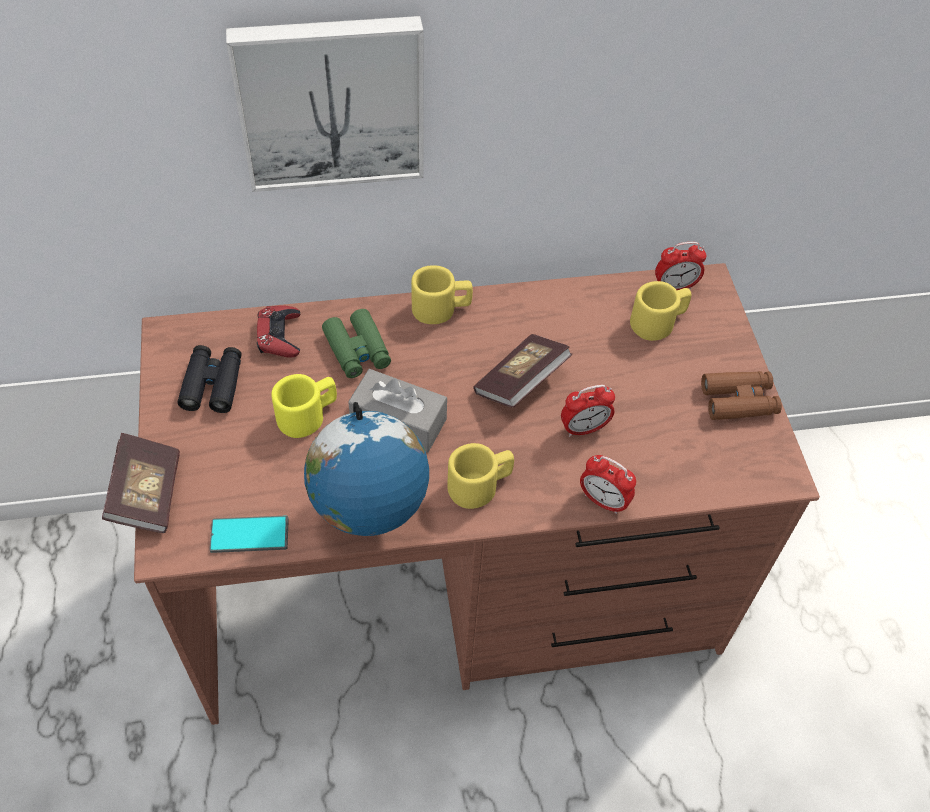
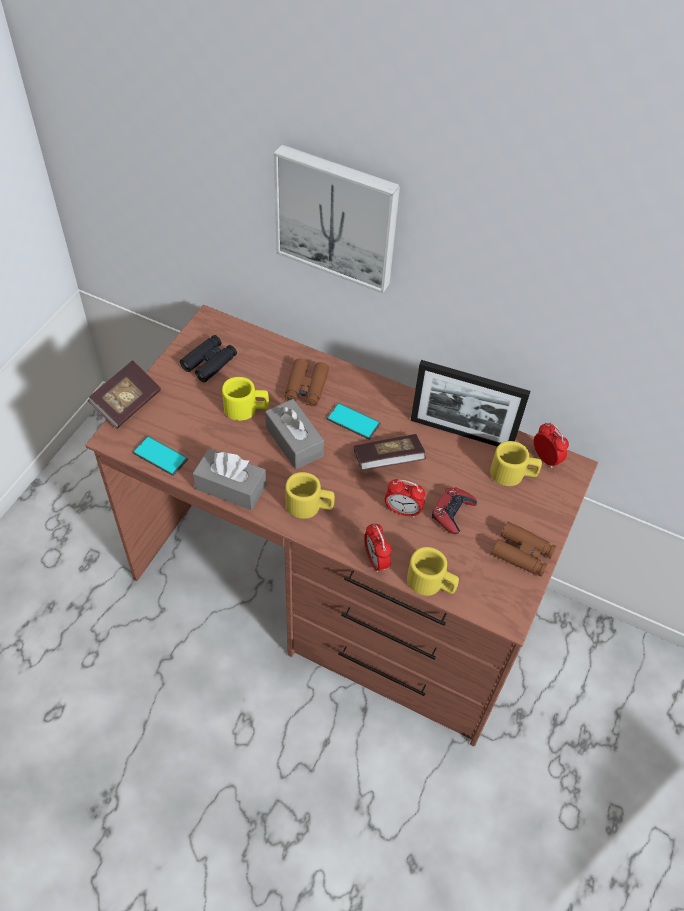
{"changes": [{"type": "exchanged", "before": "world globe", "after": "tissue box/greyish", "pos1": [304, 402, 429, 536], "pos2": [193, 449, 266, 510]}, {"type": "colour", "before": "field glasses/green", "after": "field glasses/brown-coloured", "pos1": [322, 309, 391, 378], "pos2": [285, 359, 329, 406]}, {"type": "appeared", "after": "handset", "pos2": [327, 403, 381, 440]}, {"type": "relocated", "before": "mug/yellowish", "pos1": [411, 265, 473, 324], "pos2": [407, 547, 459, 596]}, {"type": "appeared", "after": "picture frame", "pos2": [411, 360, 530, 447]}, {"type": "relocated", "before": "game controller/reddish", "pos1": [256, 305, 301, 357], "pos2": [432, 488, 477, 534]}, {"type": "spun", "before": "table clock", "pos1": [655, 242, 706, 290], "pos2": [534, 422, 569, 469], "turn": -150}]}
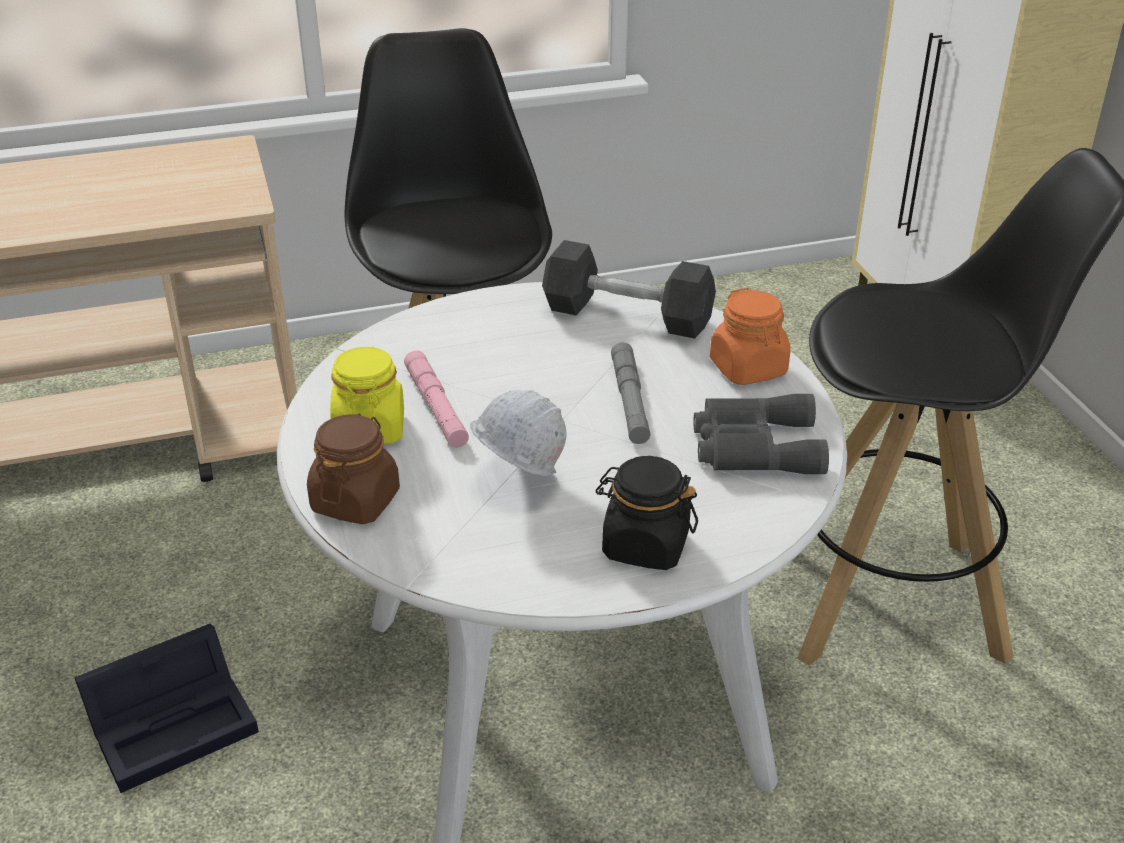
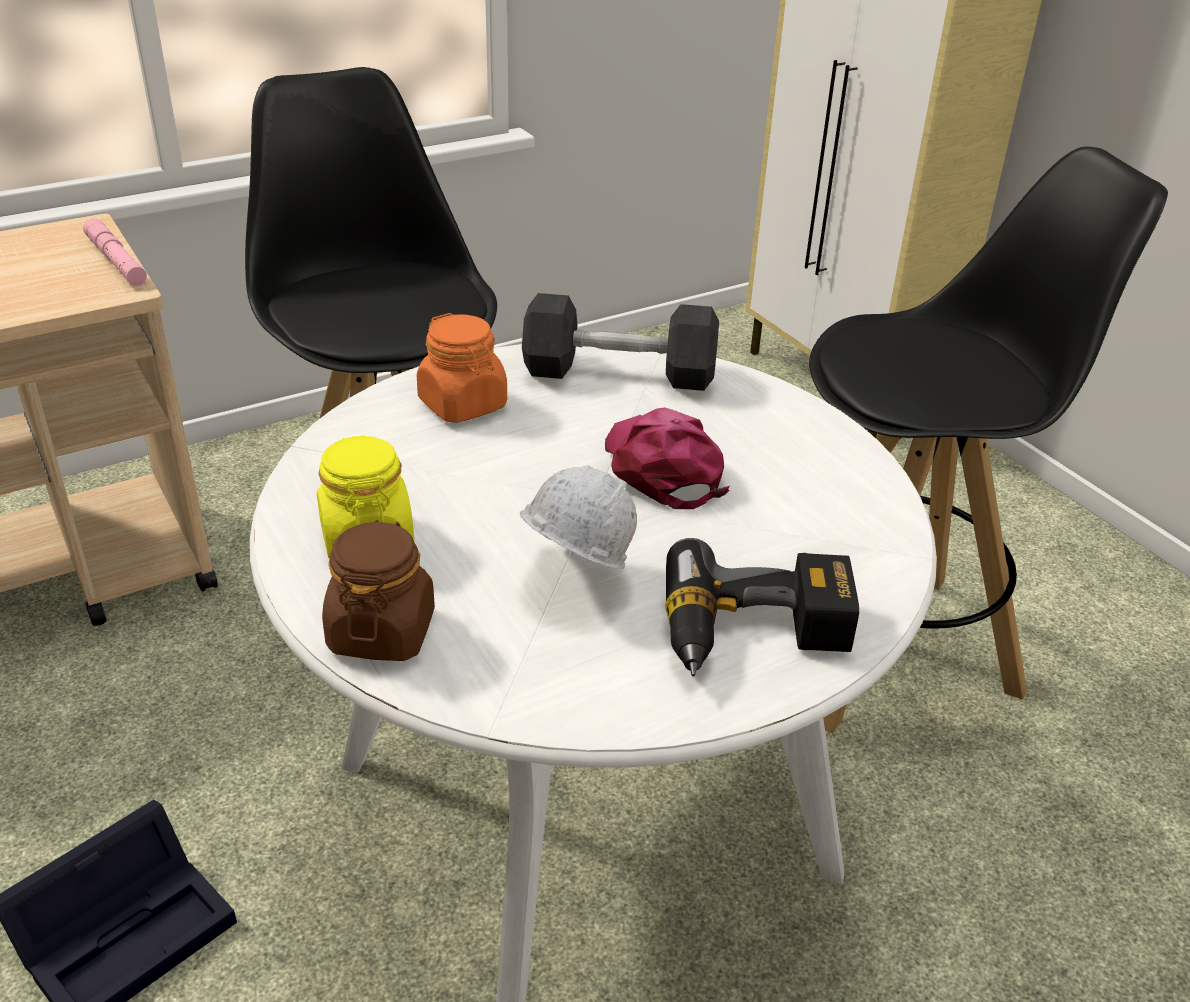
{"changes": [{"type": "relocated", "before": "flashlight/pink", "pos1": [404, 350, 469, 448], "pos2": [83, 218, 147, 286]}, {"type": "relocated", "before": "preserve jar/orange", "pos1": [710, 288, 790, 385], "pos2": [417, 313, 507, 423]}, {"type": "exchanged", "before": "flashlight/greyish", "after": "baseball cap/pink", "pos1": [611, 343, 650, 444], "pos2": [605, 408, 730, 509]}, {"type": "exchanged", "before": "preserve jar/black-coloured", "after": "drill", "pos1": [595, 456, 698, 570], "pos2": [665, 538, 859, 676]}, {"type": "missing", "before": "field glasses/greyish", "pos1": [694, 394, 829, 474]}]}
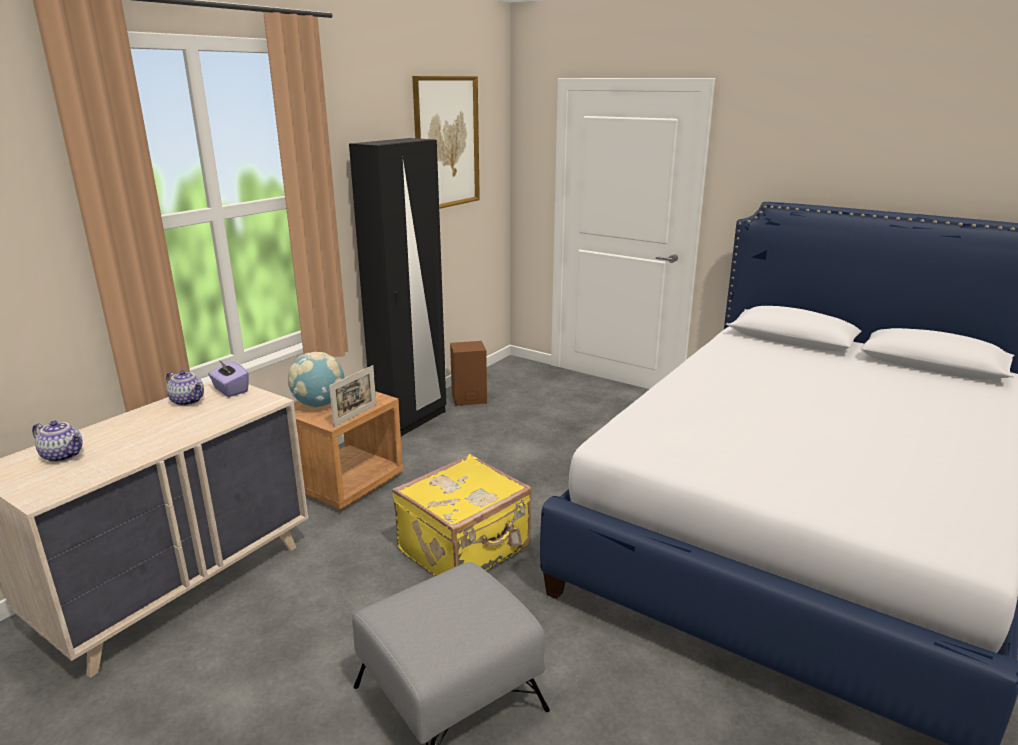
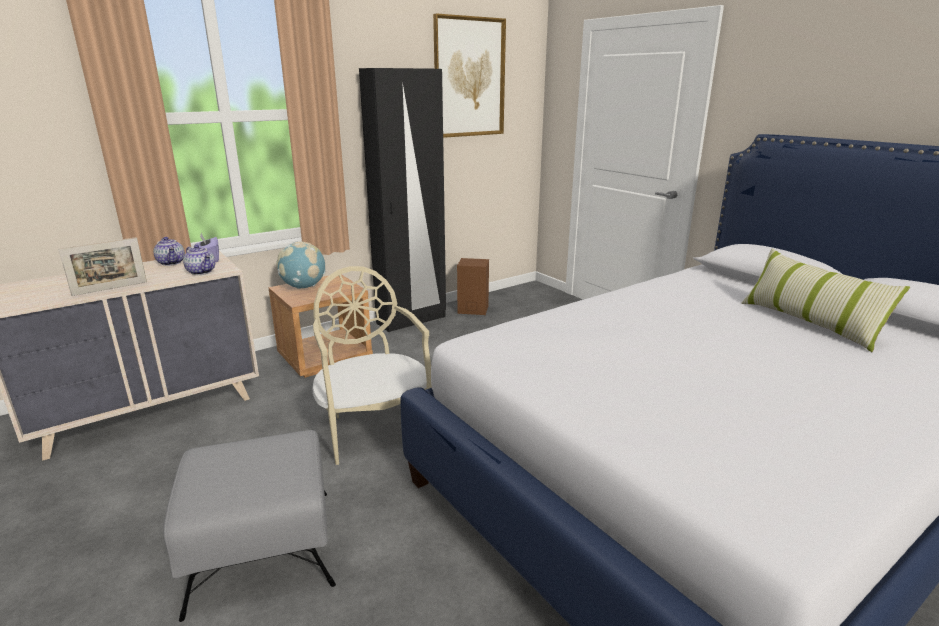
{"changes": [{"type": "relocated", "before": "picture frame", "pos1": [329, 365, 376, 427], "pos2": [58, 237, 147, 296]}, {"type": "relocated", "before": "pot for tea", "pos1": [32, 421, 83, 462], "pos2": [183, 245, 215, 275]}, {"type": "exchanged", "before": "piece of luggage/yellowish", "after": "upright chair/sand-coloured", "pos1": [392, 454, 532, 576], "pos2": [313, 266, 432, 465]}, {"type": "appeared", "after": "pillow", "pos2": [741, 248, 910, 352]}]}
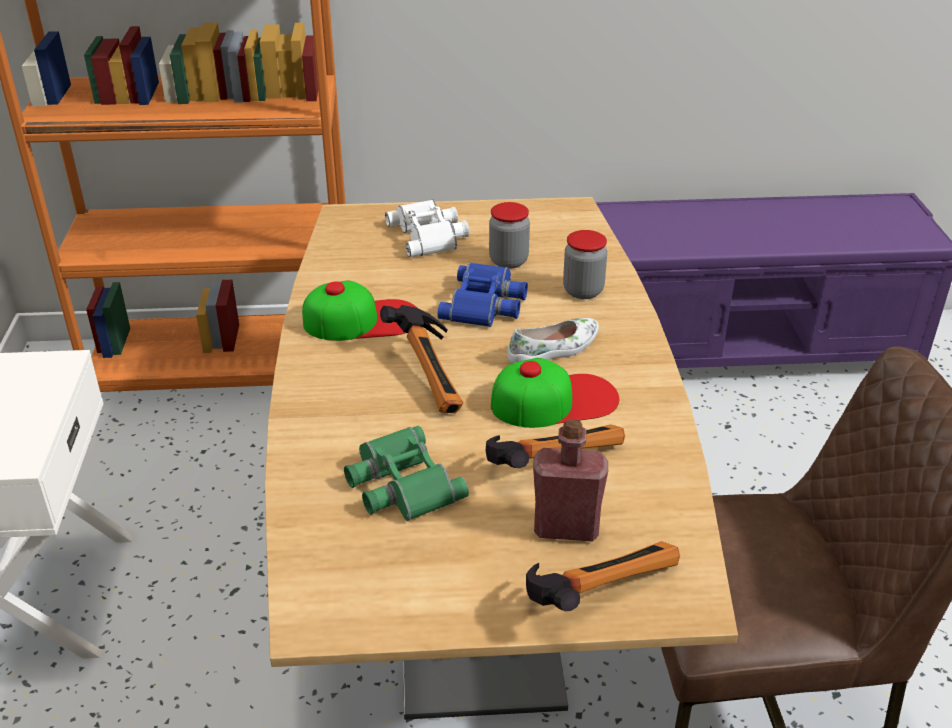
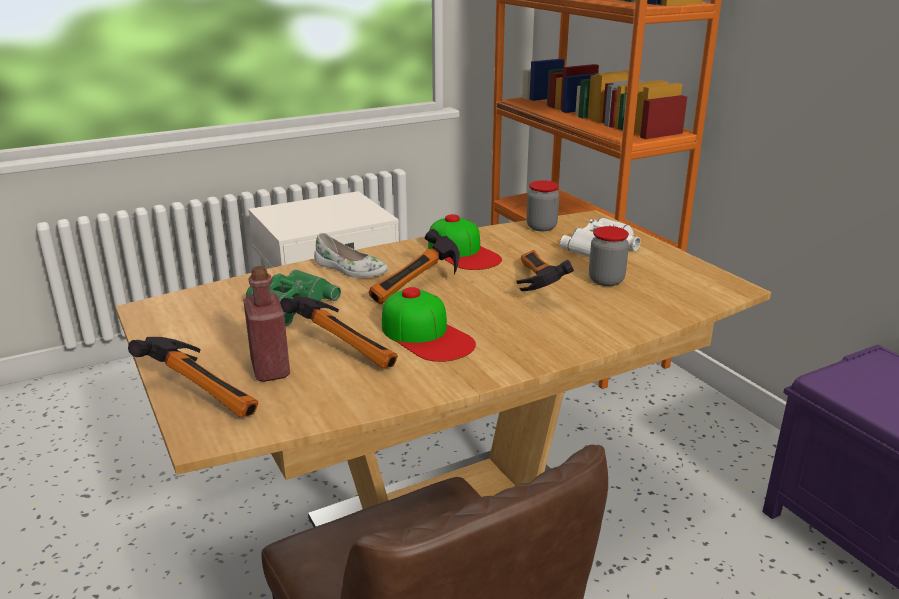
{"changes": [{"type": "relocated", "before": "item of footwear/whitish", "pos1": [507, 318, 599, 363], "pos2": [314, 233, 388, 278]}, {"type": "exchanged", "before": "field glasses/blue", "after": "tool hammer", "pos1": [437, 262, 528, 327], "pos2": [517, 250, 574, 291]}, {"type": "relocated", "before": "preserve jar", "pos1": [563, 230, 607, 299], "pos2": [527, 180, 559, 231]}]}
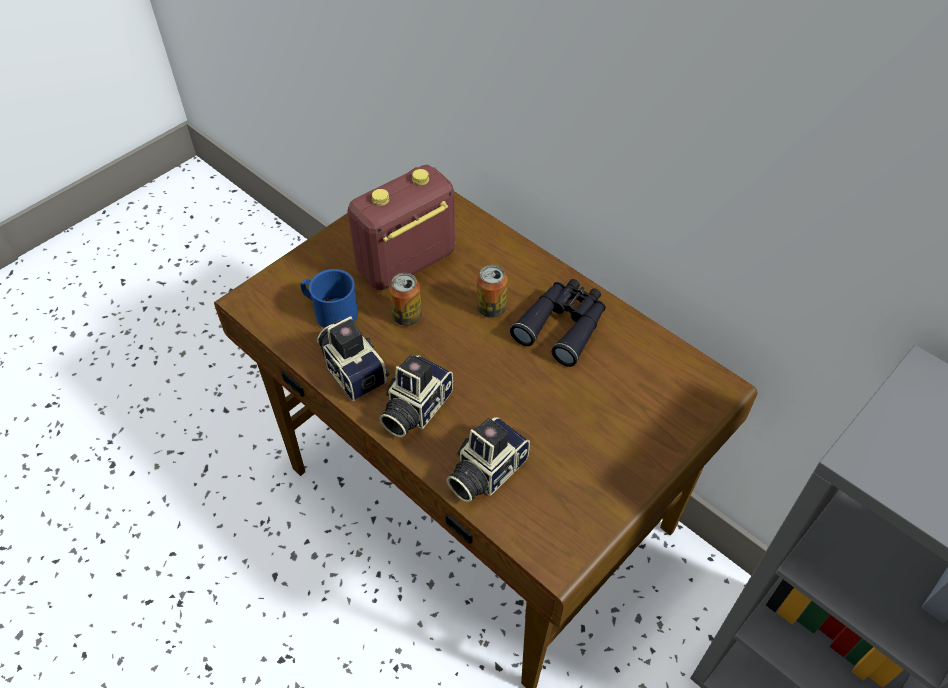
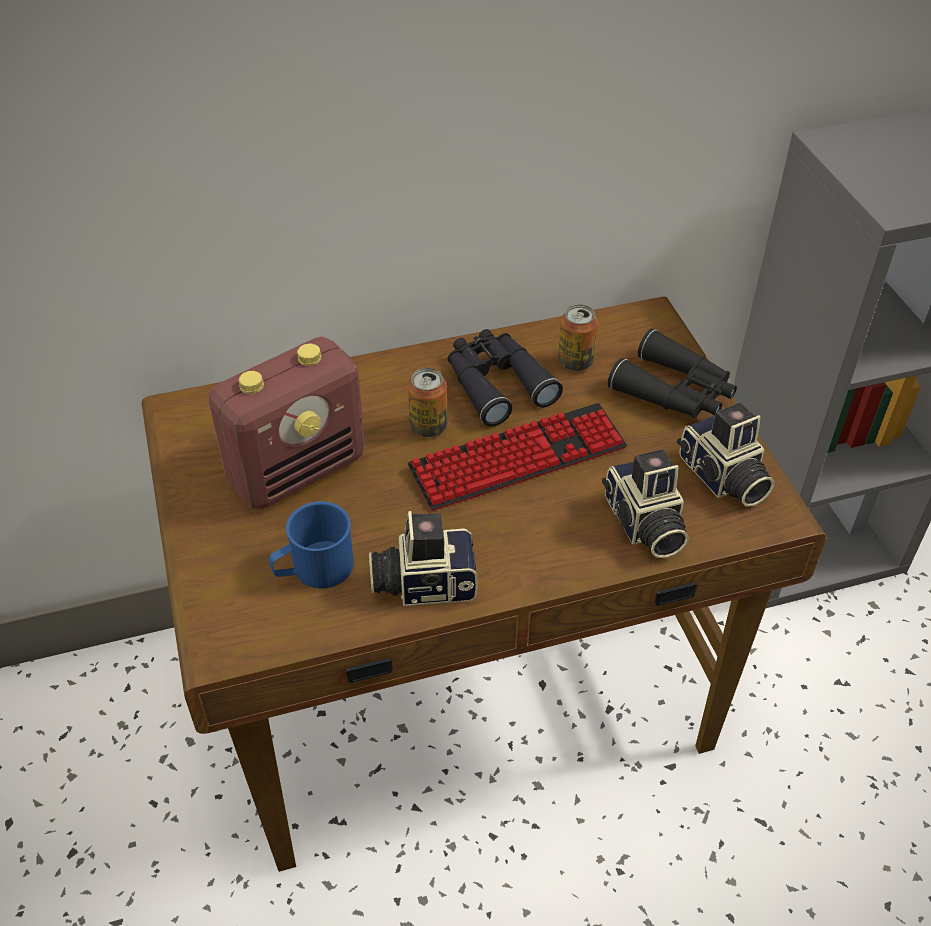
{"changes": [{"type": "spun", "before": "radio", "pos1": [347, 165, 455, 290], "pos2": [208, 337, 365, 509], "turn": -120}, {"type": "appeared", "after": "PC keyboard", "pos2": [407, 403, 627, 511]}, {"type": "relocated", "before": "metal can", "pos1": [389, 273, 422, 326], "pos2": [558, 304, 598, 371]}, {"type": "appeared", "after": "field glasses/black-coloured", "pos2": [608, 329, 737, 418]}, {"type": "relocated", "before": "photo camera", "pos1": [379, 354, 453, 438], "pos2": [677, 403, 775, 507]}]}
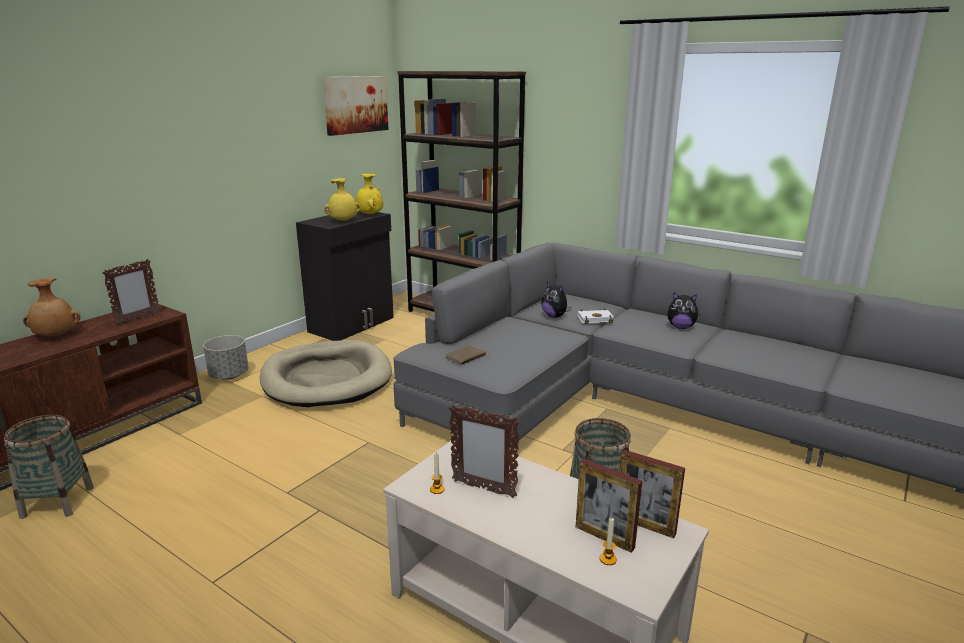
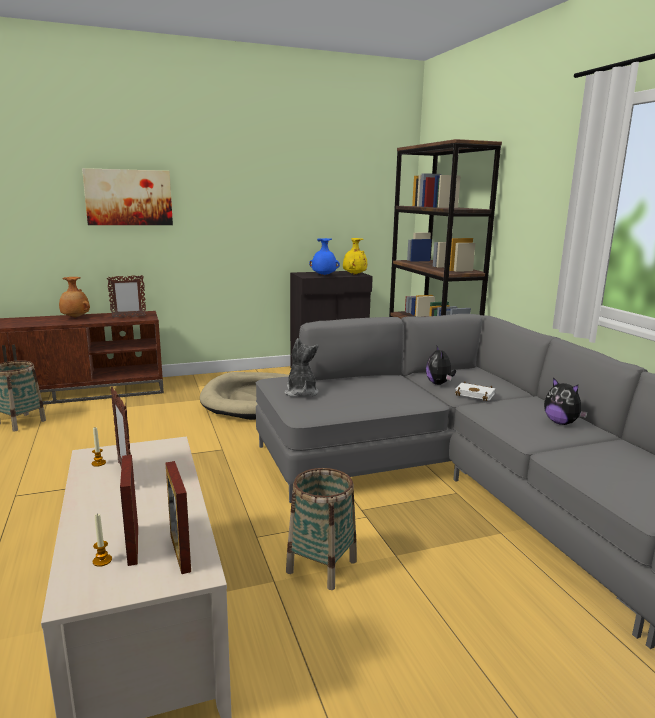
{"changes": [{"type": "relocated", "before": "wall picture", "pos1": [323, 76, 389, 136], "pos2": [82, 168, 173, 225]}, {"type": "exchanged", "before": "book/brown-coloured", "after": "plush toy", "pos1": [445, 345, 487, 365], "pos2": [284, 338, 319, 397]}, {"type": "colour", "before": "vase/yellowish", "after": "vase/blue", "pos1": [324, 178, 360, 221], "pos2": [309, 238, 340, 276]}, {"type": "missing", "before": "plant pot/greyish", "pos1": [203, 335, 249, 380]}]}
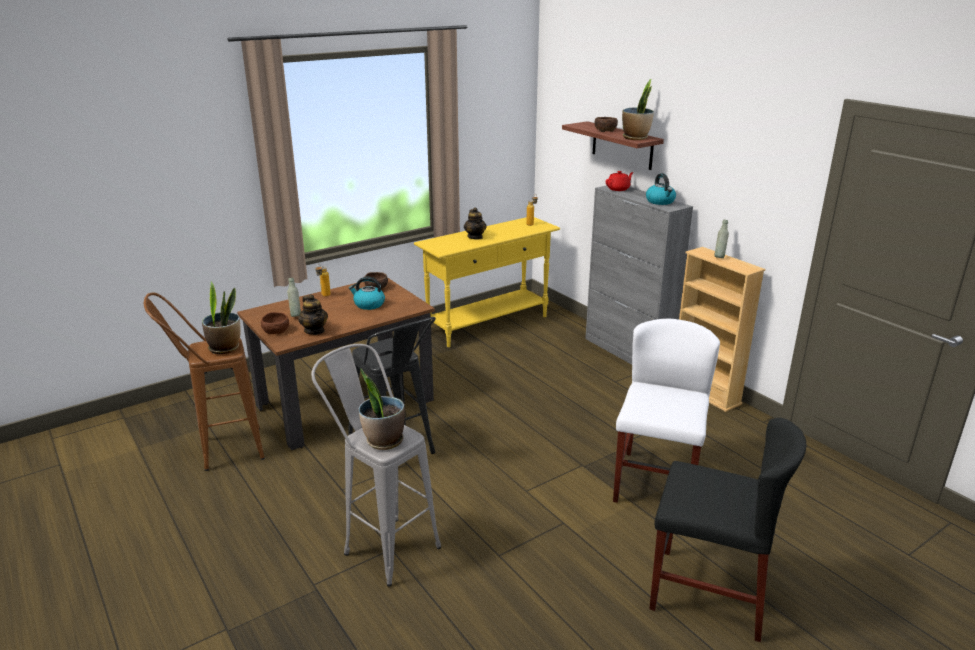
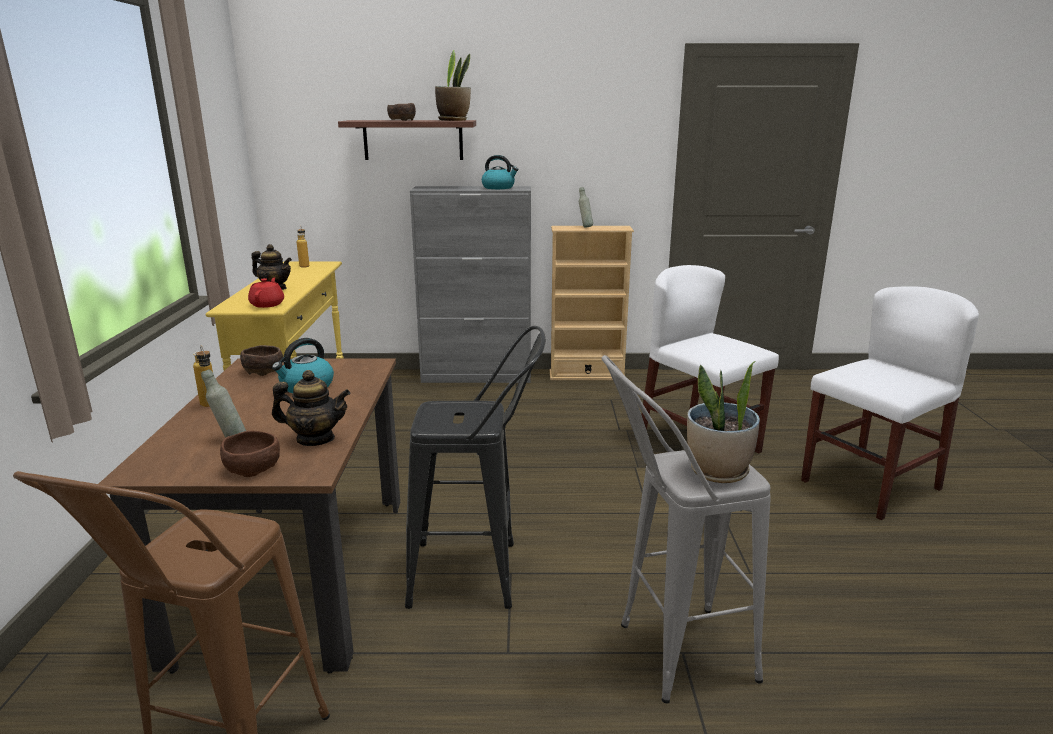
{"changes": [{"type": "relocated", "before": "pot for tea/reddish", "pos1": [606, 171, 634, 191], "pos2": [248, 277, 284, 308]}, {"type": "colour", "before": "upright chair/black-coloured", "after": "upright chair/whitish", "pos1": [649, 418, 806, 642], "pos2": [801, 286, 979, 520]}, {"type": "missing", "before": "plant in a pot", "pos1": [202, 282, 241, 354]}]}
